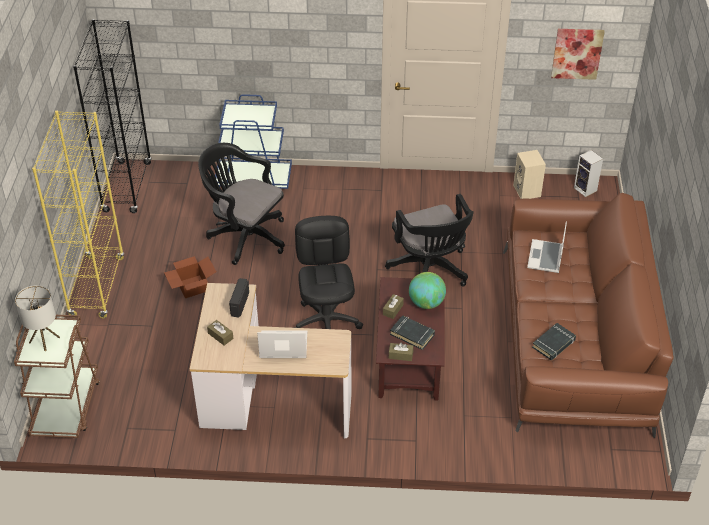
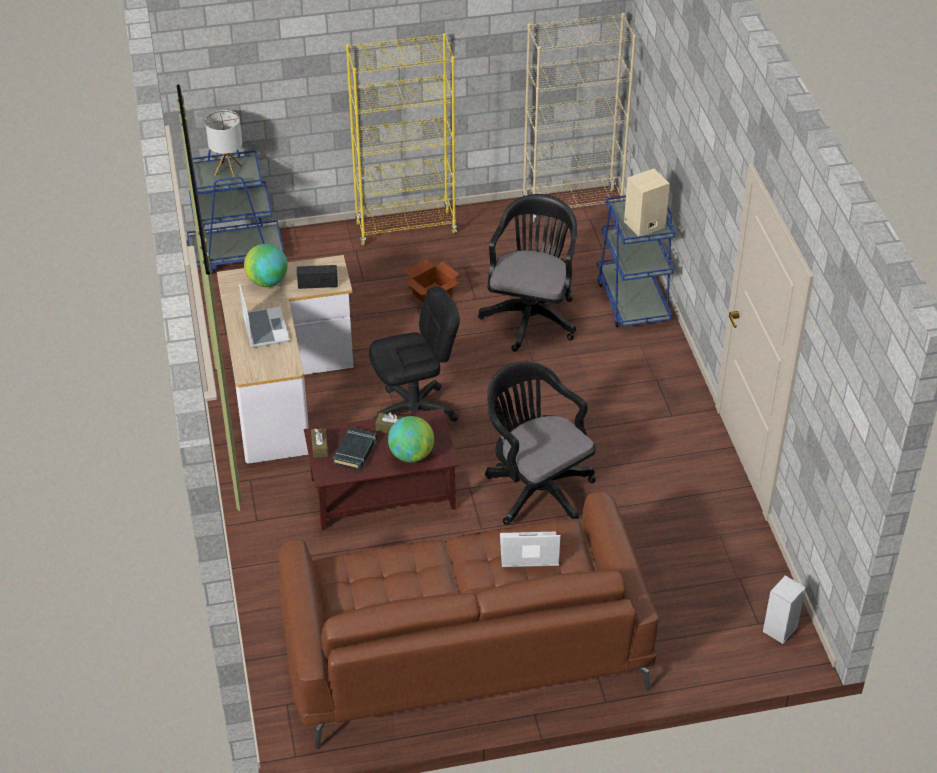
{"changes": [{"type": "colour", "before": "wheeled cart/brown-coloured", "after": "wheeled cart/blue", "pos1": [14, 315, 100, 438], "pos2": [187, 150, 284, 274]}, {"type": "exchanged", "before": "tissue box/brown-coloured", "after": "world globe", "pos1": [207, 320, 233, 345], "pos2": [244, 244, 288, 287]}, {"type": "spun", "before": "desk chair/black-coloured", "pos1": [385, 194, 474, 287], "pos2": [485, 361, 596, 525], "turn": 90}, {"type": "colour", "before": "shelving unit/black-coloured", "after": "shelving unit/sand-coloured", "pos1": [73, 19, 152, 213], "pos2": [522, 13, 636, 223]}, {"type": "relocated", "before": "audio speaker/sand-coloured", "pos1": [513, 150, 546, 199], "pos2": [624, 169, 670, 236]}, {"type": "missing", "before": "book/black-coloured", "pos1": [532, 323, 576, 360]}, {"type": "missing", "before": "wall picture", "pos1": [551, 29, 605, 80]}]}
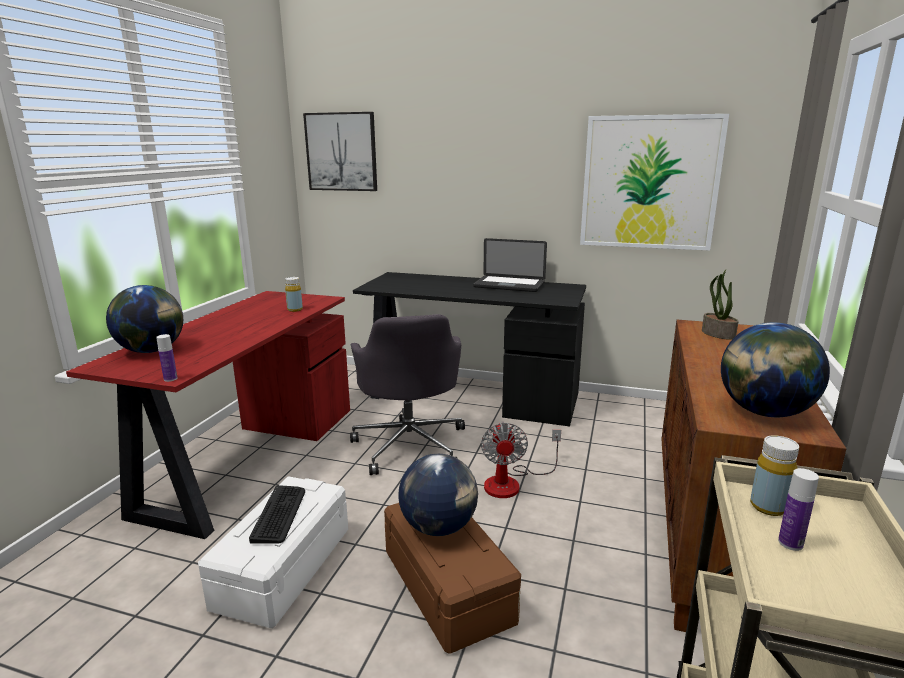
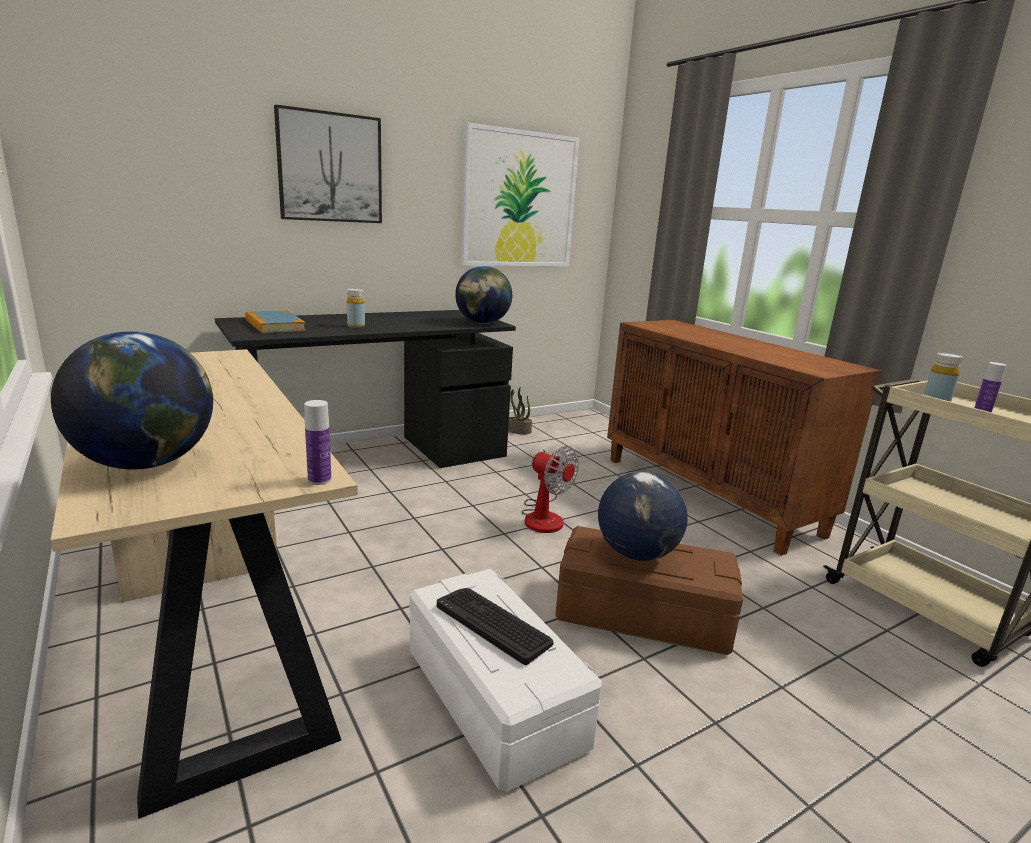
{"changes": [{"type": "colour", "before": "desk unit/reddish", "after": "desk unit/sand-coloured", "pos1": [66, 291, 350, 539], "pos2": [50, 349, 358, 819]}, {"type": "appeared", "after": "book", "pos2": [245, 311, 306, 333]}, {"type": "relocated", "before": "wall picture", "pos1": [303, 112, 377, 191], "pos2": [274, 105, 382, 223]}, {"type": "relocated", "before": "bottle/yellowish", "pos1": [285, 277, 303, 312], "pos2": [347, 289, 365, 328]}, {"type": "relocated", "before": "world globe", "pos1": [721, 322, 830, 417], "pos2": [455, 266, 512, 324]}, {"type": "relocated", "before": "plant in a pot", "pos1": [702, 270, 739, 340], "pos2": [508, 387, 532, 434]}, {"type": "missing", "before": "desk chair/greyish", "pos1": [350, 314, 465, 475]}, {"type": "missing", "before": "laptop", "pos1": [473, 238, 547, 292]}]}
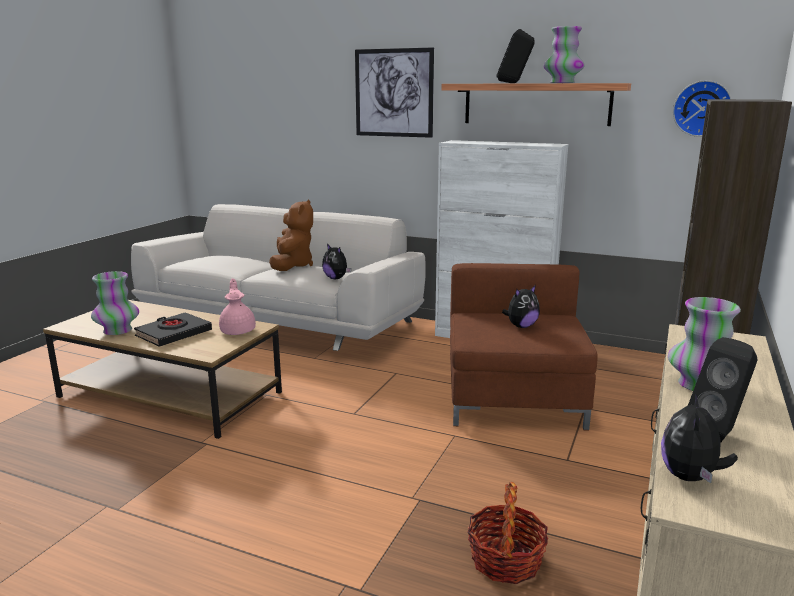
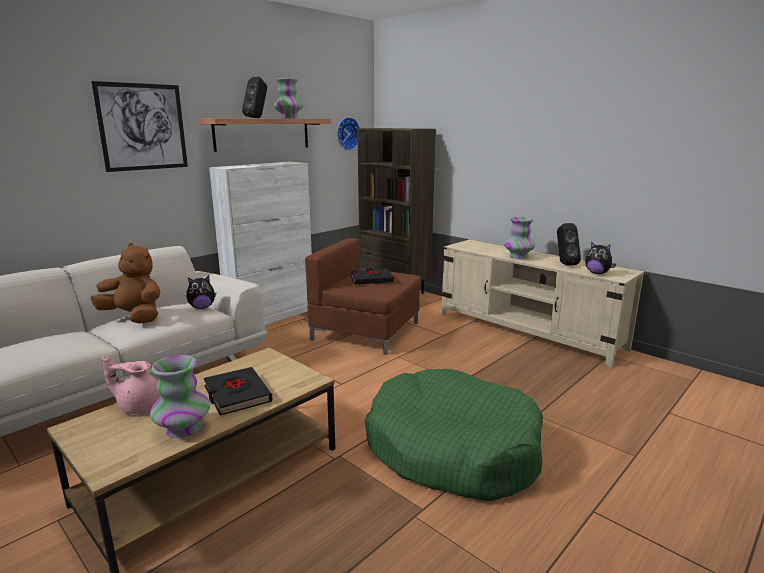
{"changes": [{"type": "relocated", "before": "pot for tea/pink", "pos1": [219, 279, 256, 335], "pos2": [102, 355, 161, 414]}, {"type": "exchanged", "before": "plush toy", "after": "book/black-coloured", "pos1": [502, 285, 540, 328], "pos2": [350, 268, 394, 285]}, {"type": "appeared", "after": "pet bed/green", "pos2": [365, 369, 543, 501]}, {"type": "missing", "before": "basket", "pos1": [468, 482, 548, 584]}]}
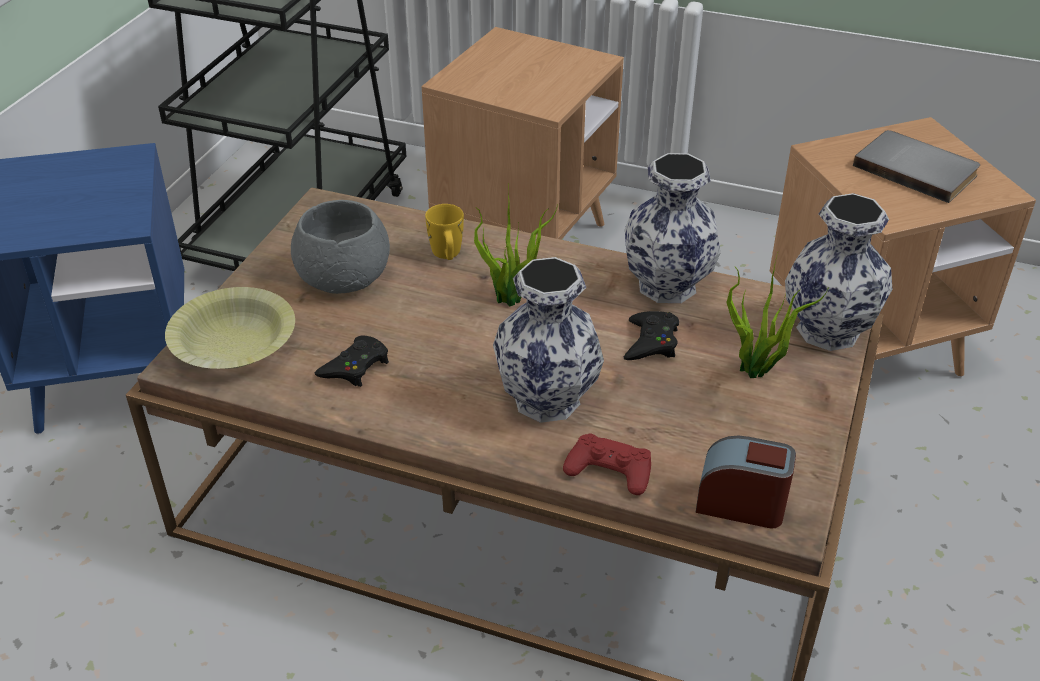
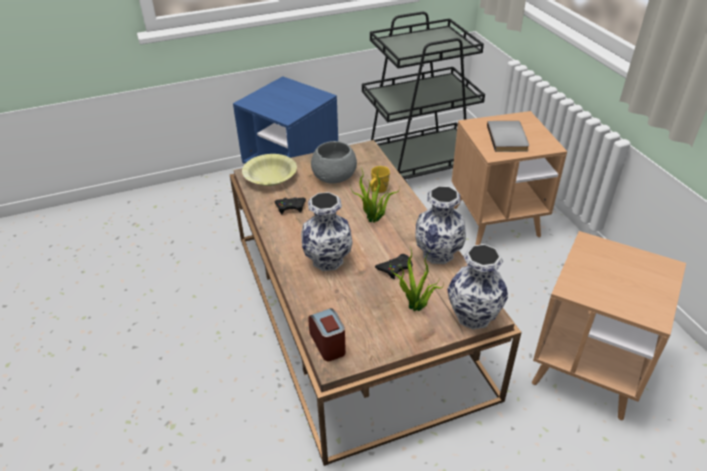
{"changes": [{"type": "relocated", "before": "book/greyish", "pos1": [853, 130, 980, 203], "pos2": [487, 121, 529, 152]}, {"type": "missing", "before": "game controller/reddish", "pos1": [563, 433, 651, 495]}]}
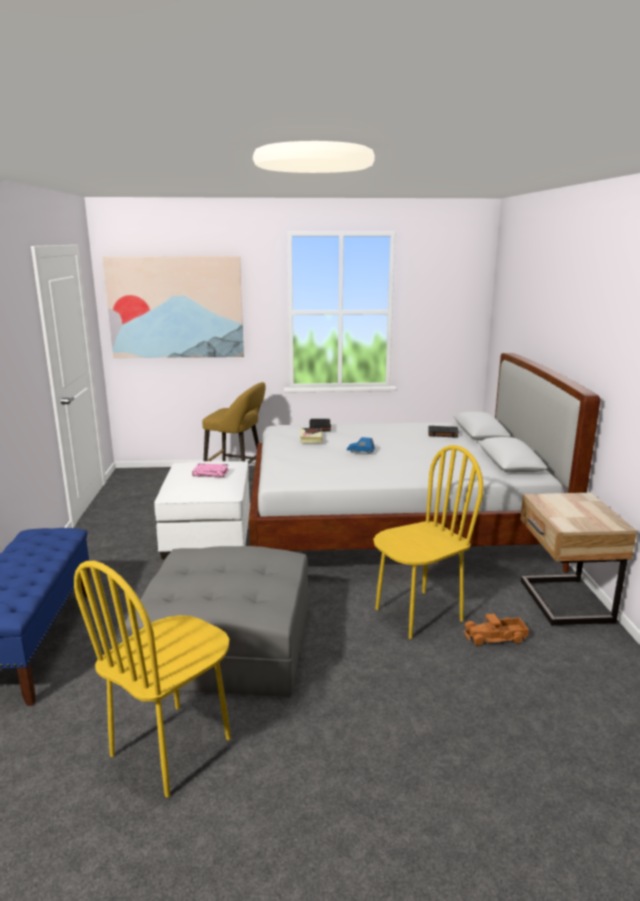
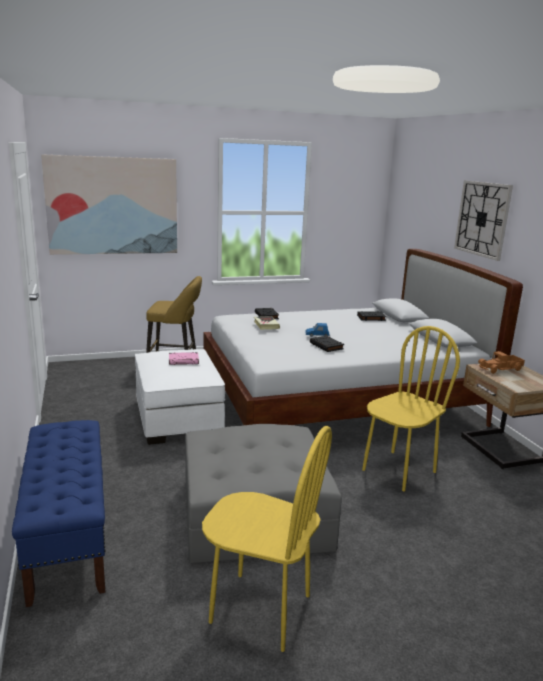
{"changes": [{"type": "spun", "before": "upright chair/yellowish", "pos1": [74, 561, 231, 798], "pos2": [202, 426, 332, 652], "turn": -90}, {"type": "appeared", "after": "book/black-coloured", "pos2": [310, 336, 344, 352]}, {"type": "appeared", "after": "wall clock", "pos2": [454, 180, 513, 261]}, {"type": "relocated", "before": "toy lorry", "pos1": [464, 614, 529, 646], "pos2": [478, 351, 525, 374]}]}
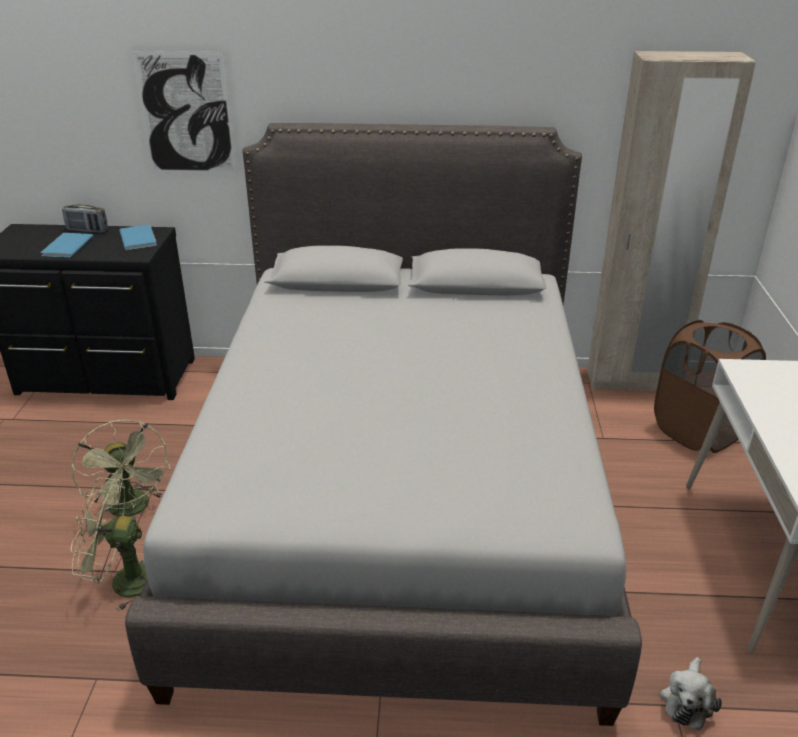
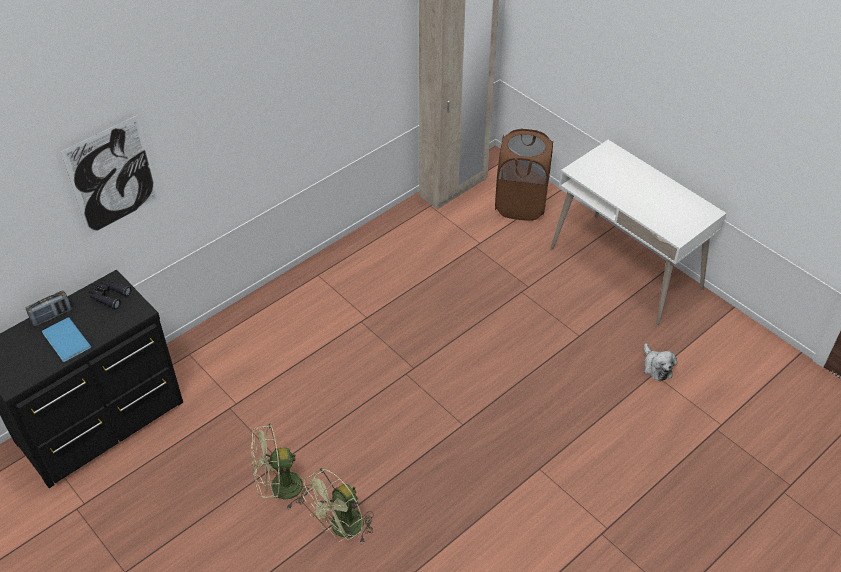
{"changes": [{"type": "exchanged", "before": "book/blue", "after": "field glasses/black-coloured", "pos1": [119, 225, 157, 250], "pos2": [89, 280, 131, 310]}, {"type": "spun", "before": "electric fan/green", "pos1": [71, 420, 170, 525], "pos2": [251, 424, 313, 510], "turn": 150}, {"type": "missing", "before": "sleeping bed/greyish", "pos1": [125, 123, 642, 726]}]}
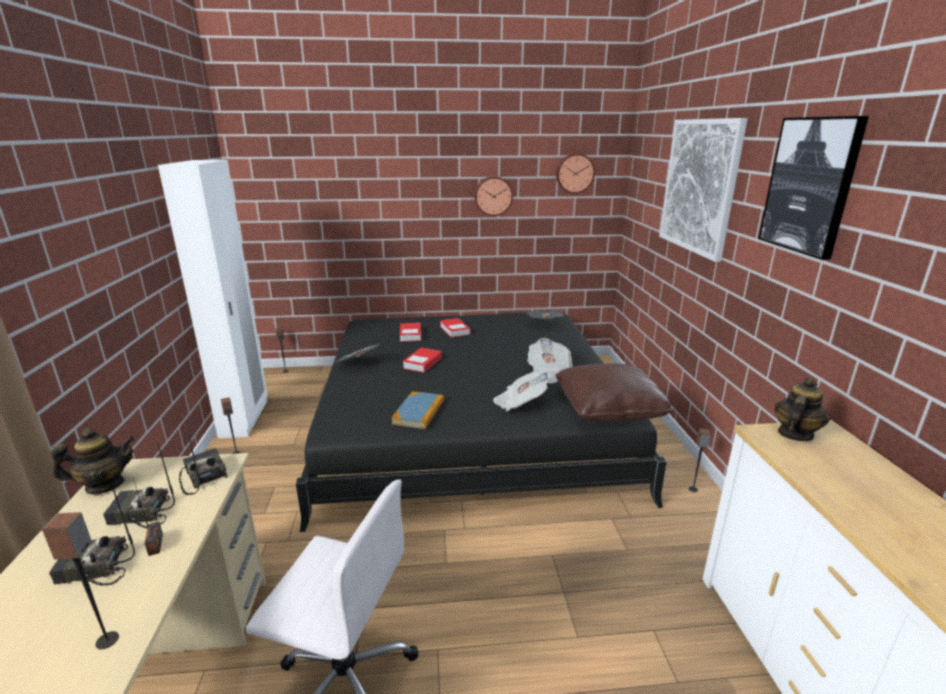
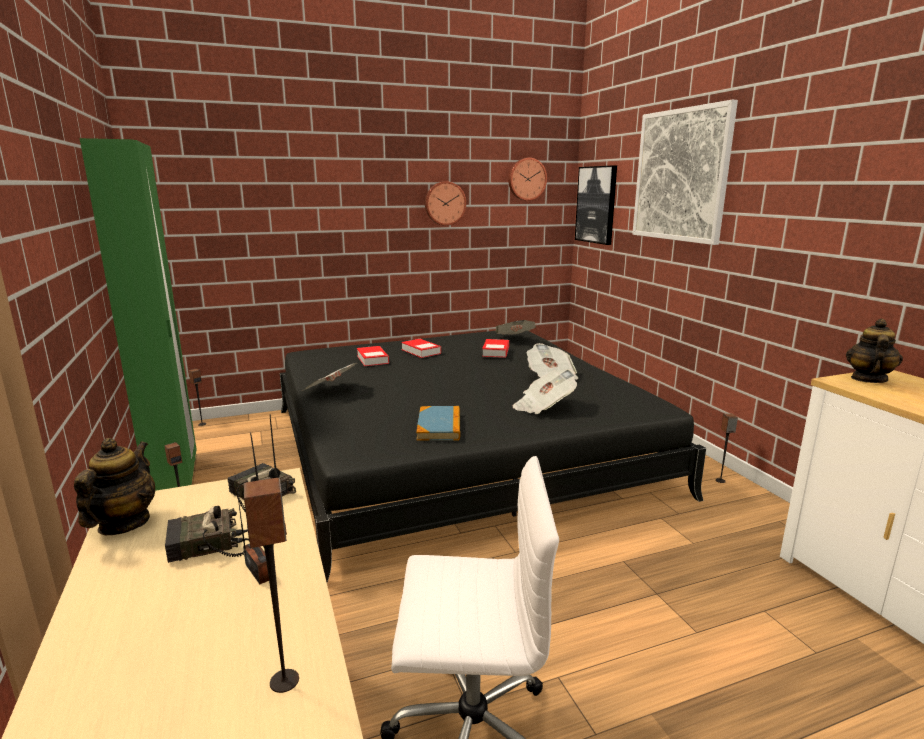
{"changes": [{"type": "spun", "before": "pot for tea", "pos1": [51, 428, 135, 495], "pos2": [74, 438, 155, 535], "turn": -45}, {"type": "colour", "before": "armoire/whitish", "after": "armoire/green", "pos1": [158, 160, 268, 438], "pos2": [80, 138, 196, 491]}, {"type": "relocated", "before": "book", "pos1": [403, 348, 442, 373], "pos2": [482, 339, 509, 358]}, {"type": "relocated", "before": "wall picture", "pos1": [758, 116, 869, 260], "pos2": [575, 165, 617, 245]}, {"type": "missing", "before": "radio", "pos1": [49, 489, 135, 586]}, {"type": "missing", "before": "pillow/brown-coloured", "pos1": [556, 363, 673, 423]}]}
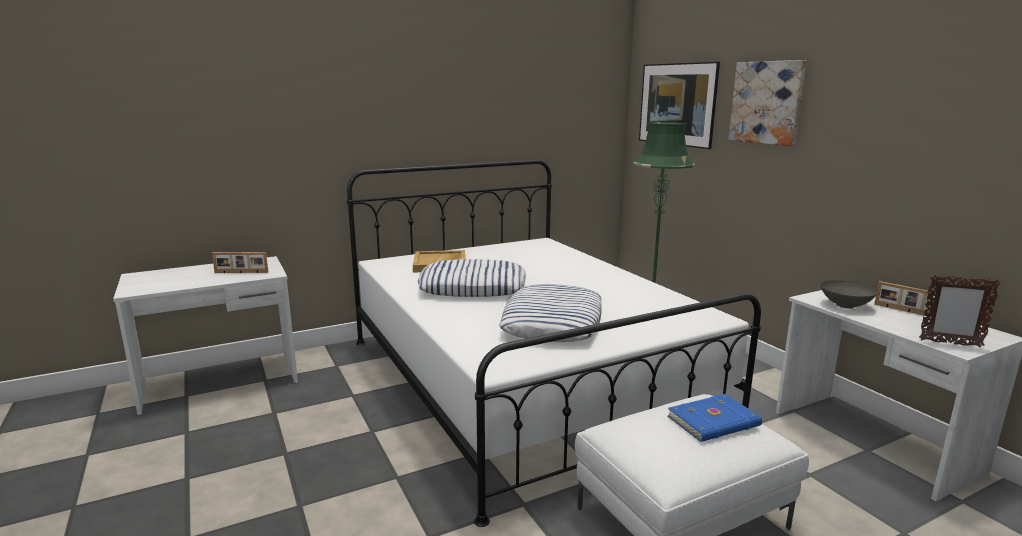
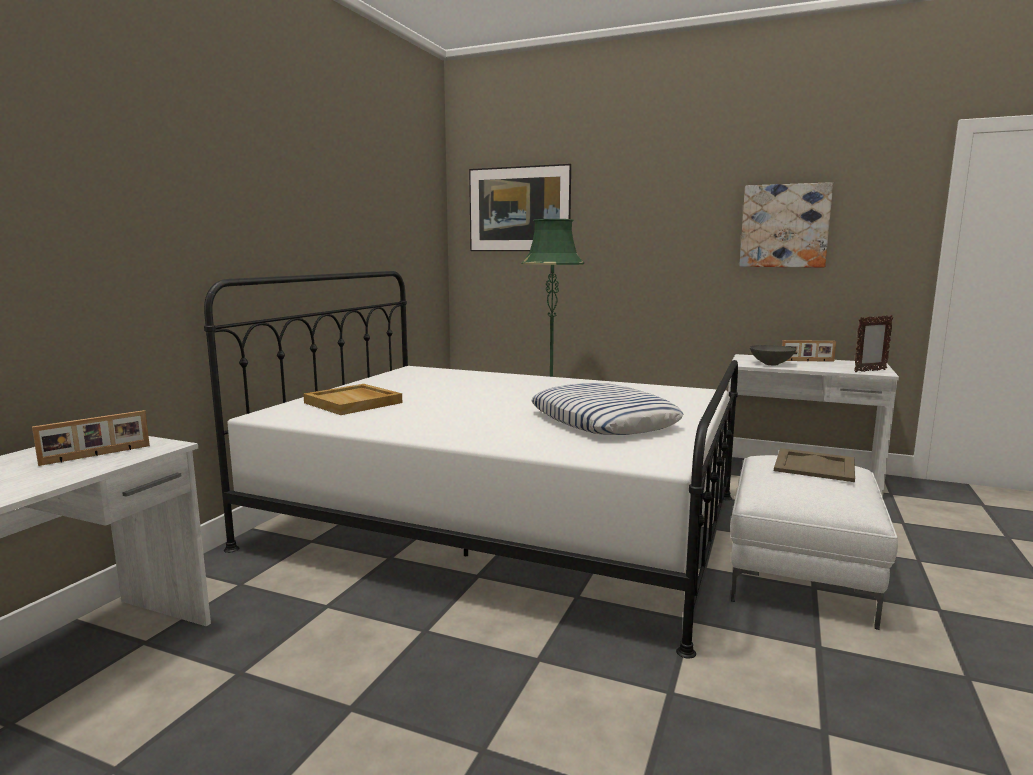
{"changes": [{"type": "relocated", "before": "wall picture", "pos1": [729, 60, 807, 146], "pos2": [739, 182, 833, 268]}, {"type": "exchanged", "before": "book/blue", "after": "carrying tray/sand-coloured", "pos1": [668, 394, 762, 442], "pos2": [774, 448, 855, 482]}, {"type": "missing", "before": "pillow", "pos1": [418, 259, 526, 297]}]}
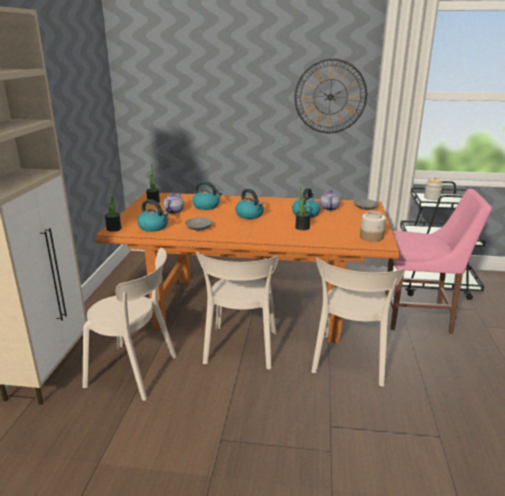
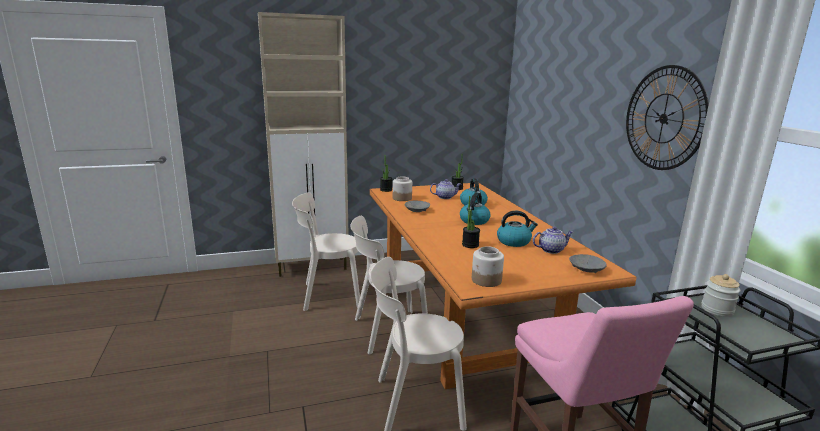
{"changes": [{"type": "spun", "before": "upright chair/sand-coloured", "pos1": [83, 248, 177, 401], "pos2": [292, 192, 360, 311], "turn": 90}, {"type": "exchanged", "before": "water kettle", "after": "preserve jar", "pos1": [137, 199, 168, 232], "pos2": [393, 176, 412, 201]}]}
